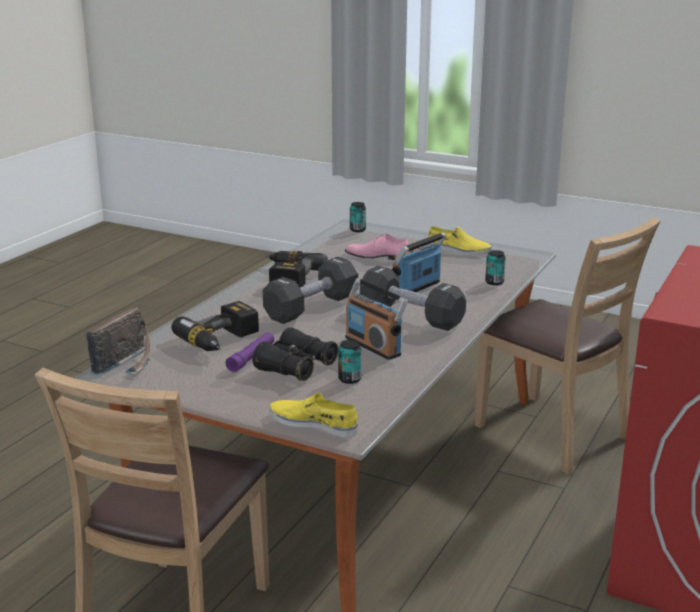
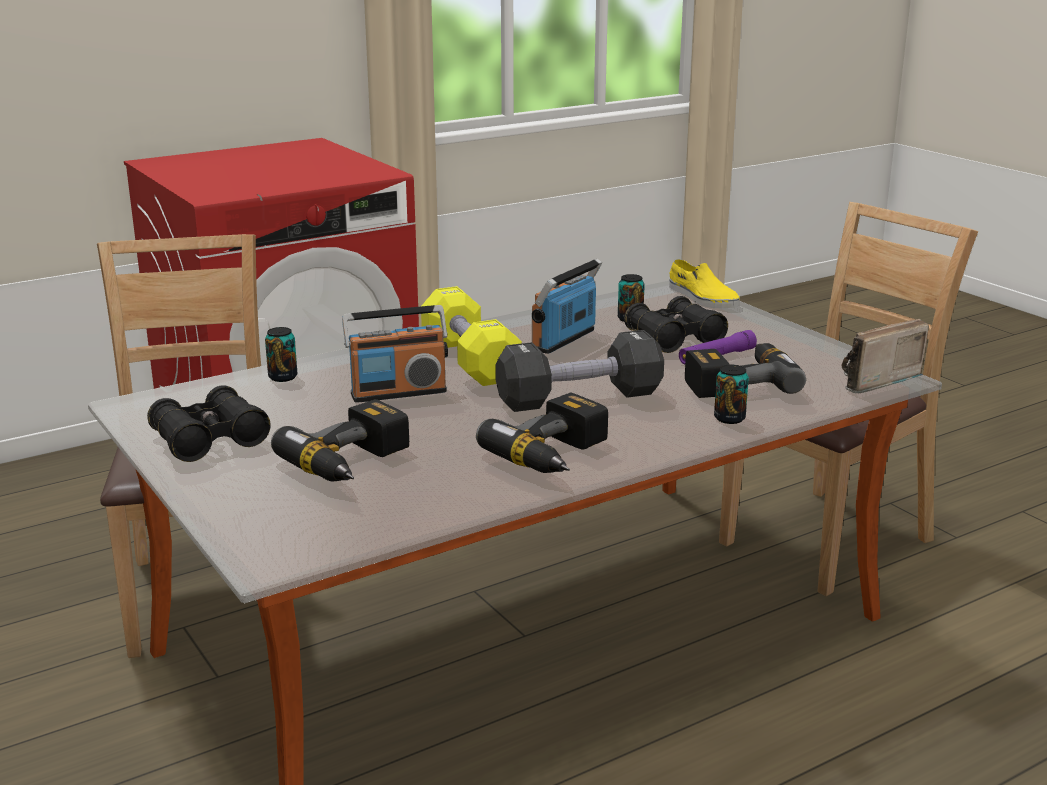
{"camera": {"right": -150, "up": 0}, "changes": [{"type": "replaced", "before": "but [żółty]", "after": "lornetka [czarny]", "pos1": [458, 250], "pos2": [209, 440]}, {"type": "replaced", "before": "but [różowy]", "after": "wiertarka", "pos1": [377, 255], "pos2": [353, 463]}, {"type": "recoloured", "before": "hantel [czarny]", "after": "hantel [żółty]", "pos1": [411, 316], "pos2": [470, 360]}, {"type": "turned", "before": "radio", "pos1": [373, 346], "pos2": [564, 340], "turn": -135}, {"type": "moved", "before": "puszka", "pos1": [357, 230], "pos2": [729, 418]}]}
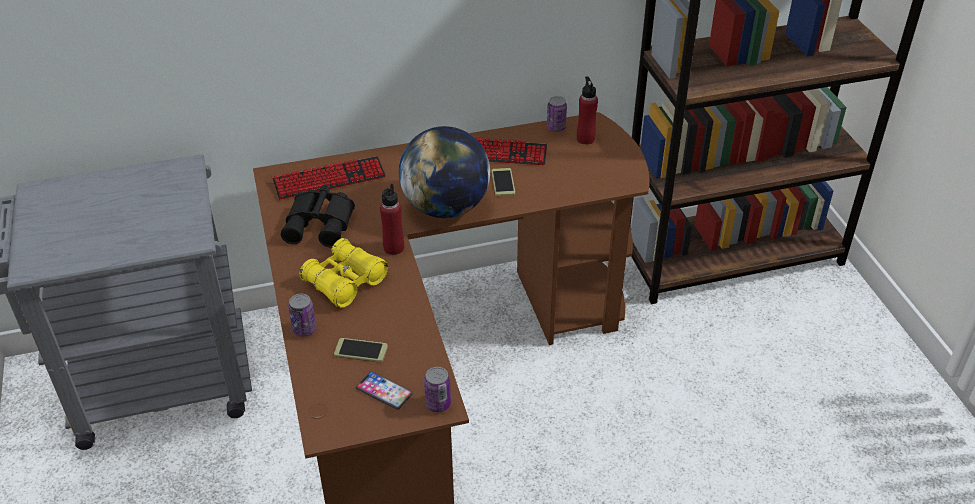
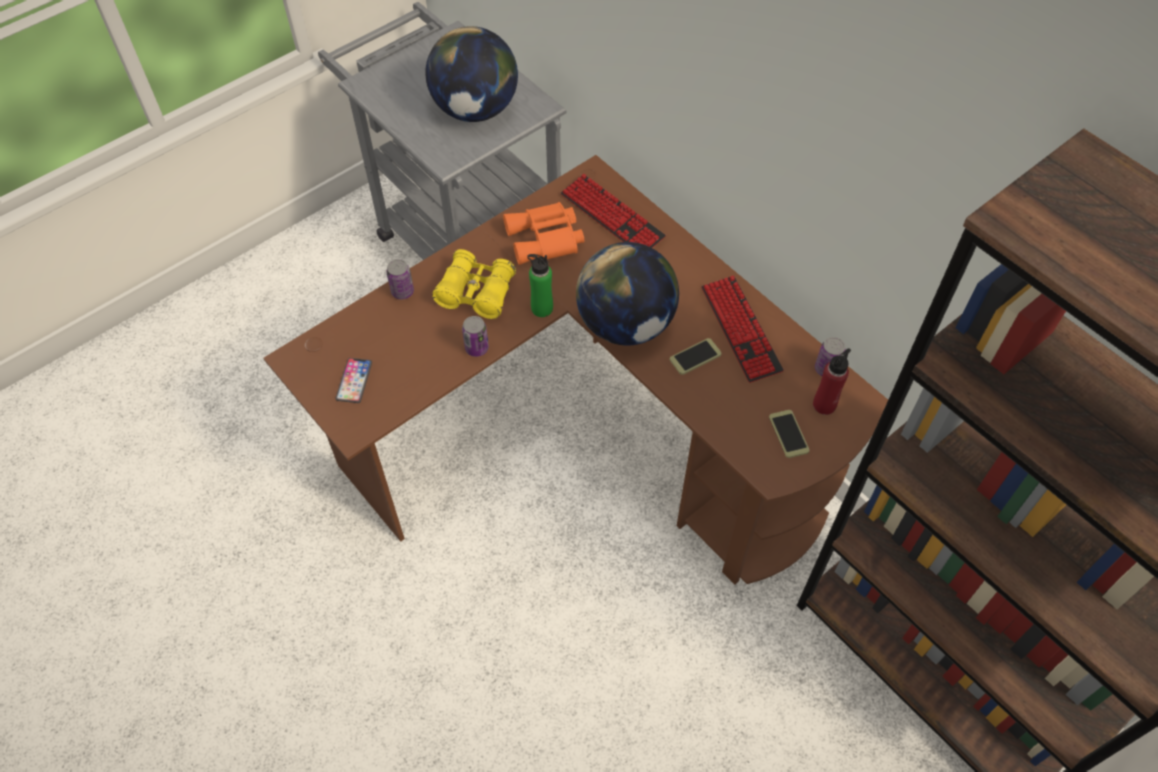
{"camera": {"right": 65, "up": 15}, "changes": [{"type": "added", "after": "globus", "pos2": [475, 110]}, {"type": "moved", "before": "puszka", "pos1": [438, 404], "pos2": [477, 348]}, {"type": "recoloured", "before": "lornetka [czarny]", "after": "lornetka [pomarańczowy]", "pos1": [321, 223], "pos2": [546, 240]}, {"type": "recoloured", "before": "butelka [czerwony]", "after": "butelka [zielony]", "pos1": [393, 248], "pos2": [542, 308]}, {"type": "moved", "before": "telefon", "pos1": [361, 350], "pos2": [788, 434]}]}
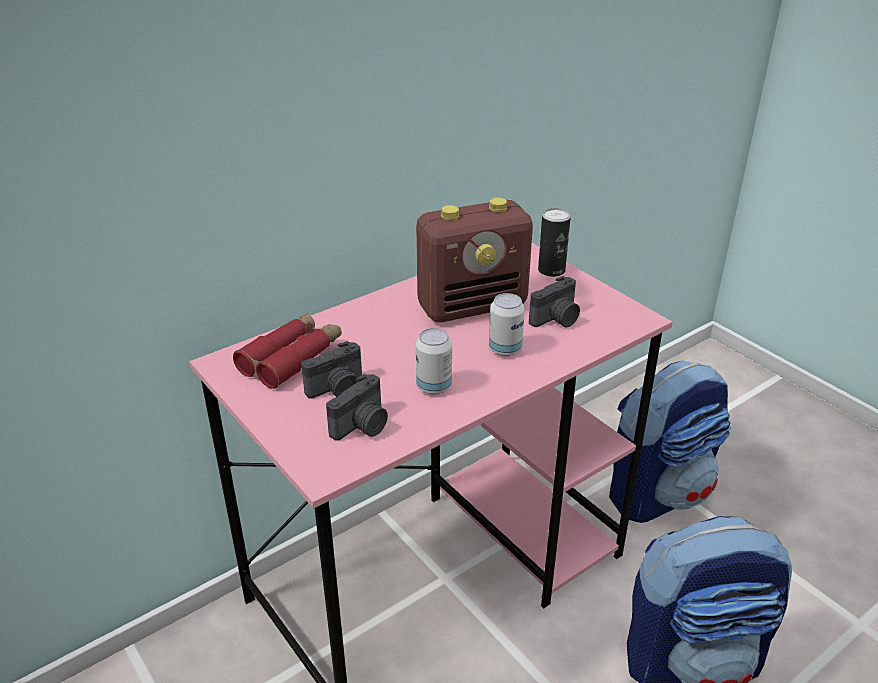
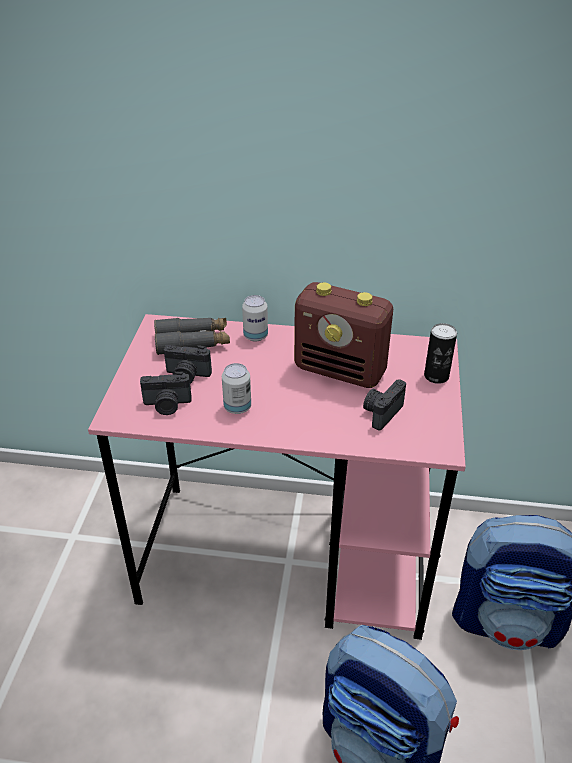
{"camera": {"right": 45, "up": 5}, "changes": [{"type": "recoloured", "before": "lornetka [czerwony]", "after": "lornetka [szary]", "pos1": [291, 358], "pos2": [192, 342]}, {"type": "moved", "before": "puszka", "pos1": [505, 349], "pos2": [255, 336]}, {"type": "turned", "before": "aparat fotograficzny", "pos1": [557, 319], "pos2": [381, 412], "turn": 120}]}
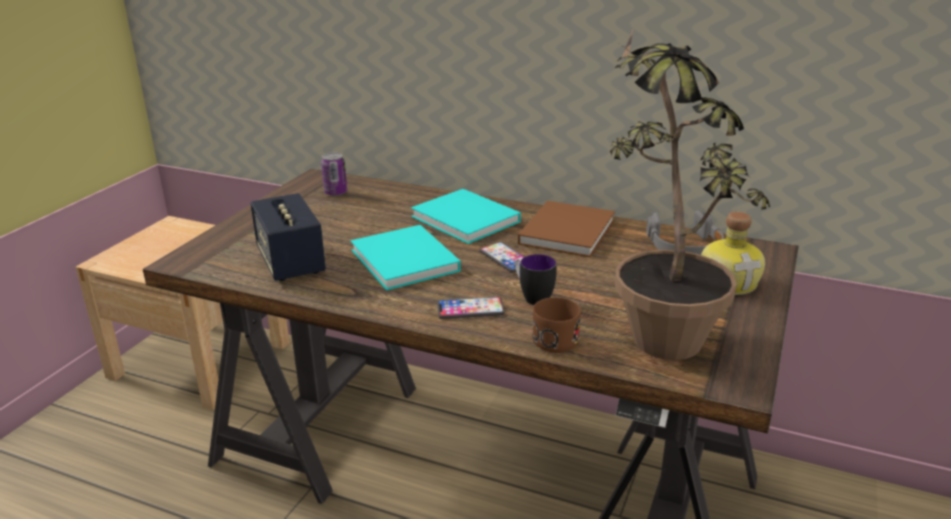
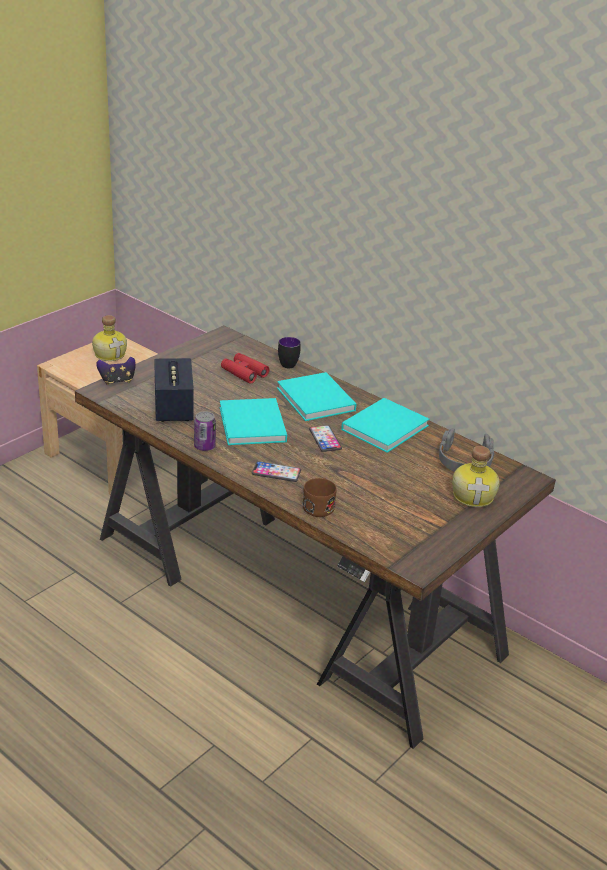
{"camera": {"right": 15, "up": 5}, "changes": [{"type": "added", "after": "butelka", "pos2": [110, 354]}, {"type": "added", "after": "pad do gier", "pos2": [117, 381]}, {"type": "moved", "before": "puszka", "pos1": [335, 192], "pos2": [204, 446]}, {"type": "added", "after": "lornetka [czerwony]", "pos2": [244, 373]}, {"type": "moved", "before": "kubek", "pos1": [532, 297], "pos2": [286, 363]}, {"type": "recoloured", "before": "książka [brązowy]", "after": "książka [turkusowy]", "pos1": [568, 231], "pos2": [386, 426]}, {"type": "removed", "before": "roślina doniczkowa", "pos1": [656, 327]}]}
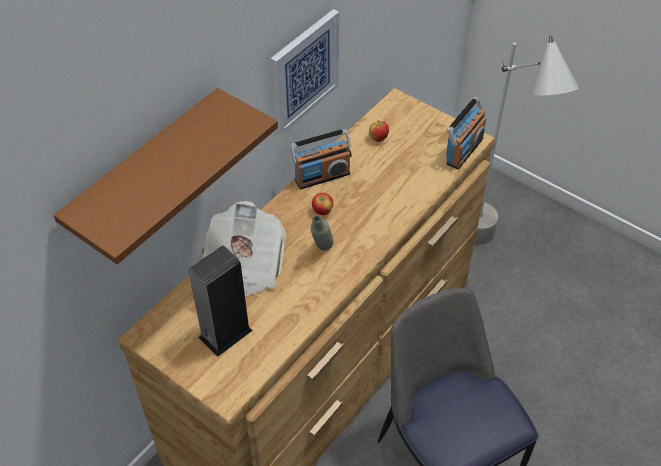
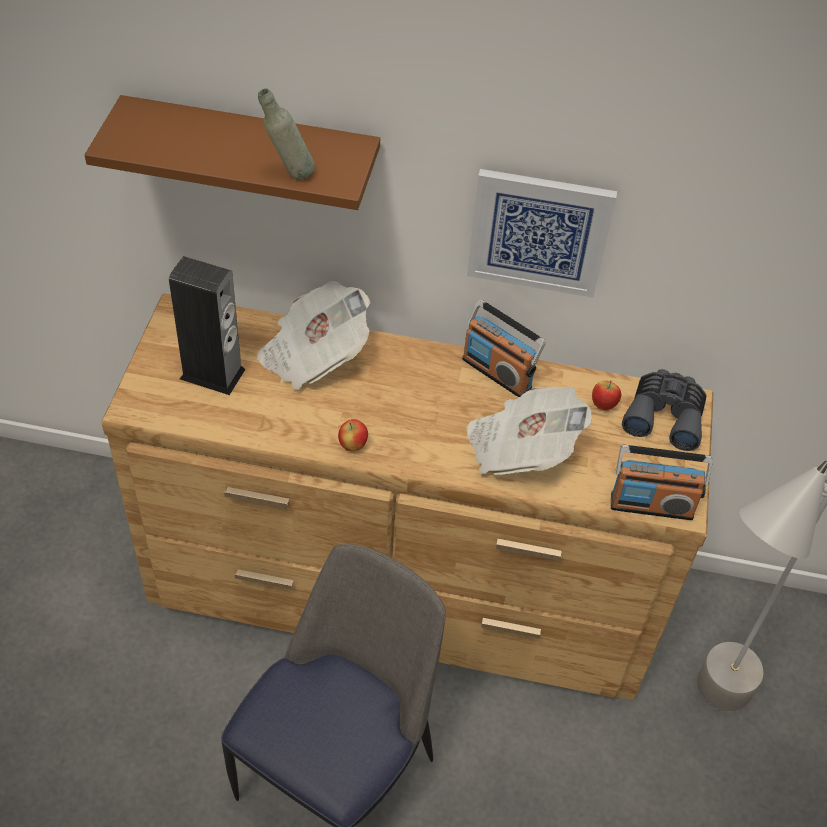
{"camera": {"right": 60, "up": 0}, "changes": [{"type": "moved", "before": "butelka [szary]", "pos1": [322, 251], "pos2": [288, 175]}, {"type": "moved", "before": "jabłko", "pos1": [322, 211], "pos2": [352, 446]}, {"type": "added", "after": "gazeta", "pos2": [521, 449]}, {"type": "added", "after": "lornetka [szary]", "pos2": [665, 415]}]}
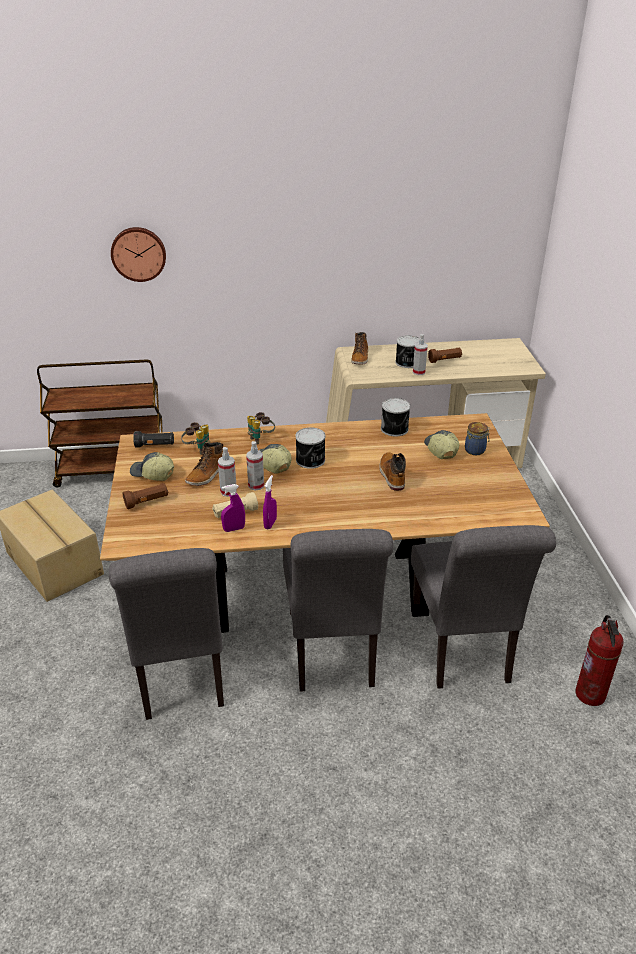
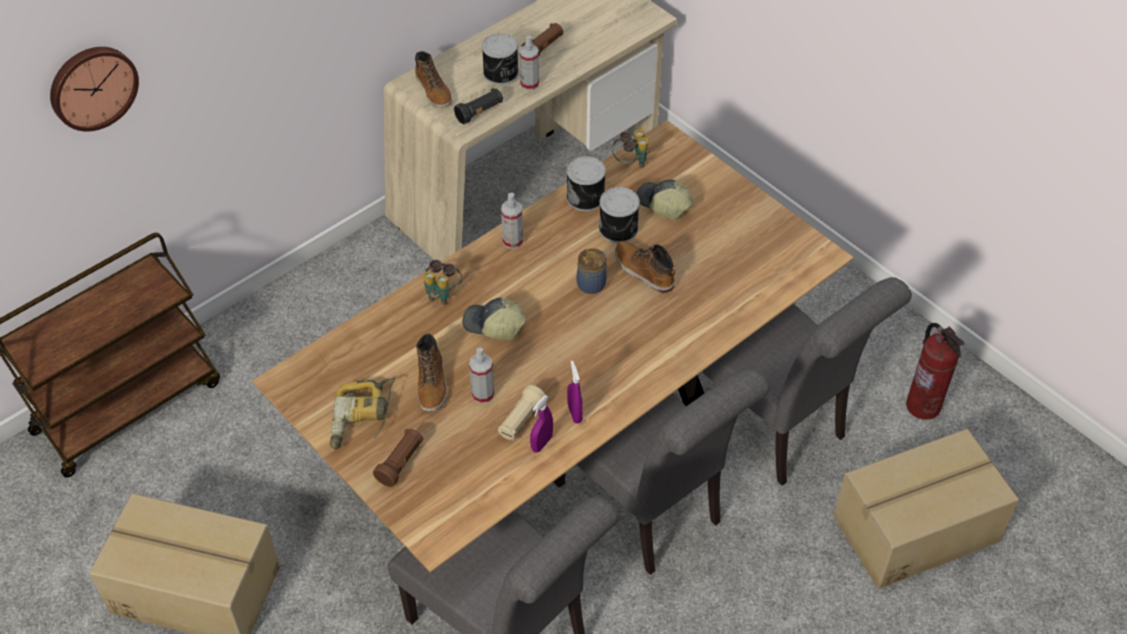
{"camera": {"right": -35, "up": 15}, "changes": [{"type": "replaced", "before": "czapka z daszkiem", "after": "wiertarka", "pos1": [152, 474], "pos2": [362, 419]}, {"type": "moved", "before": "latarka [czarny]", "pos1": [155, 445], "pos2": [480, 112]}, {"type": "moved", "before": "spryskiwacz", "pos1": [256, 485], "pos2": [512, 241]}, {"type": "moved", "before": "słoik", "pos1": [476, 450], "pos2": [592, 283]}, {"type": "moved", "before": "puszka", "pos1": [311, 460], "pos2": [619, 229]}, {"type": "moved", "before": "lornetka", "pos1": [197, 449], "pos2": [630, 163]}, {"type": "added", "after": "karton", "pos2": [914, 527]}]}
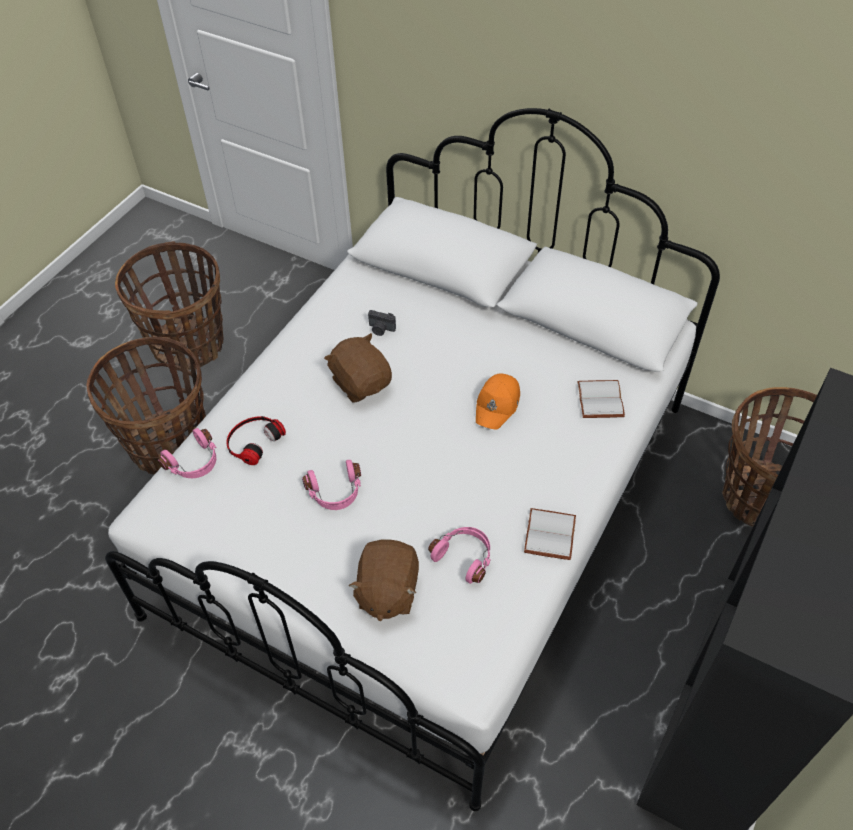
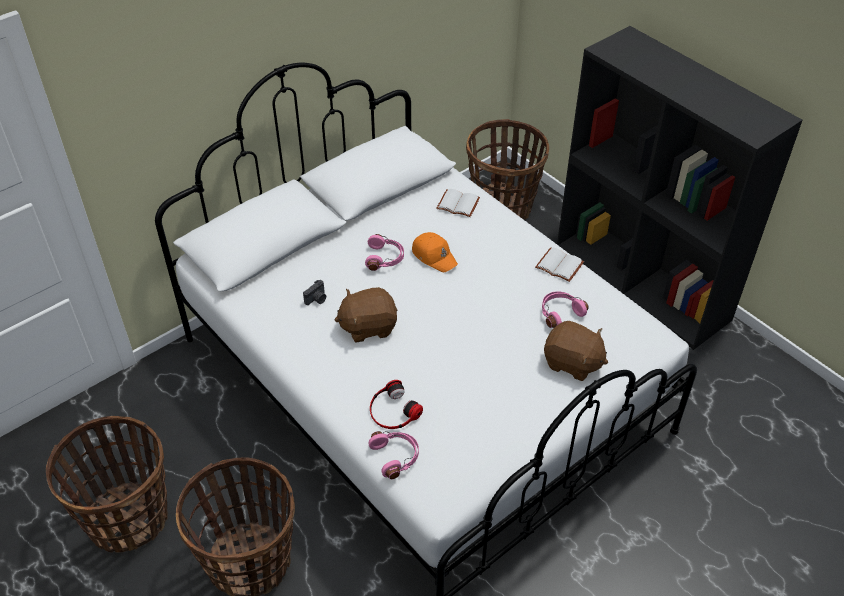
{"camera": {"right": -70, "up": -5}, "changes": [{"type": "moved", "before": "słuchawki [różowy]", "pos1": [336, 492], "pos2": [385, 258]}]}
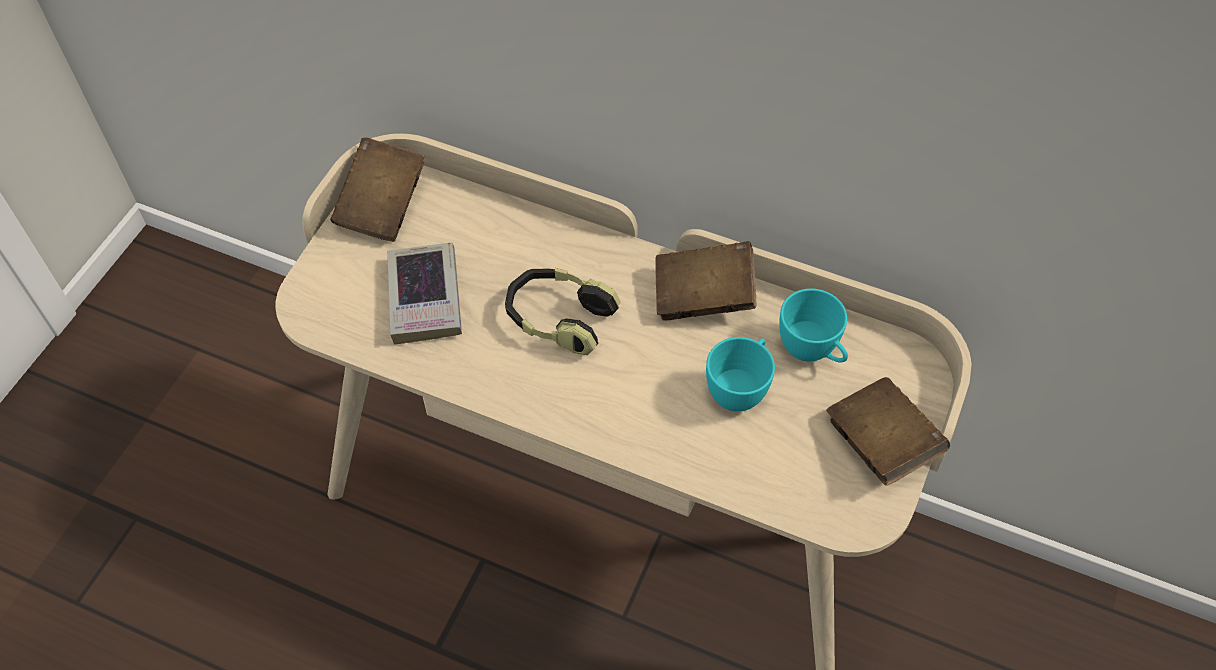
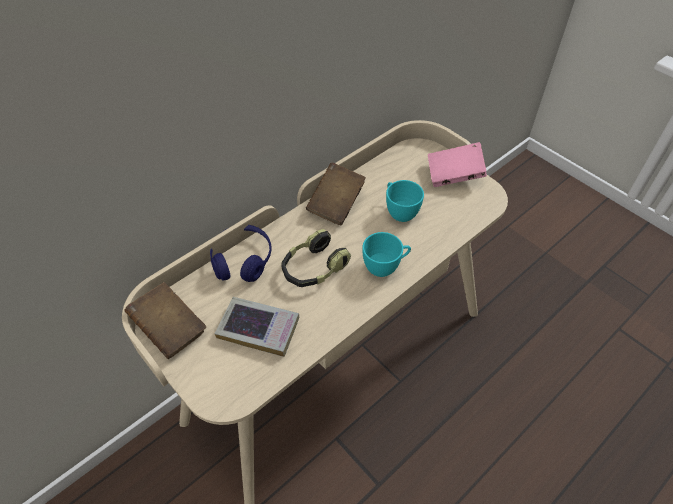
{"camera": {"right": -65, "up": -5}, "changes": [{"type": "added", "after": "słuchawki [niebieski]", "pos2": [242, 259]}, {"type": "moved", "before": "filiżanka [turkusowy]", "pos1": [812, 351], "pos2": [385, 267]}, {"type": "recoloured", "before": "książka [brązowy]", "after": "książka [różowy]", "pos1": [880, 444], "pos2": [454, 175]}]}
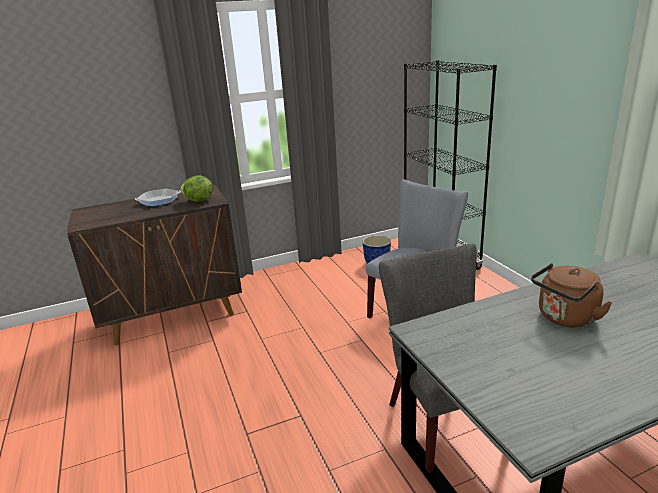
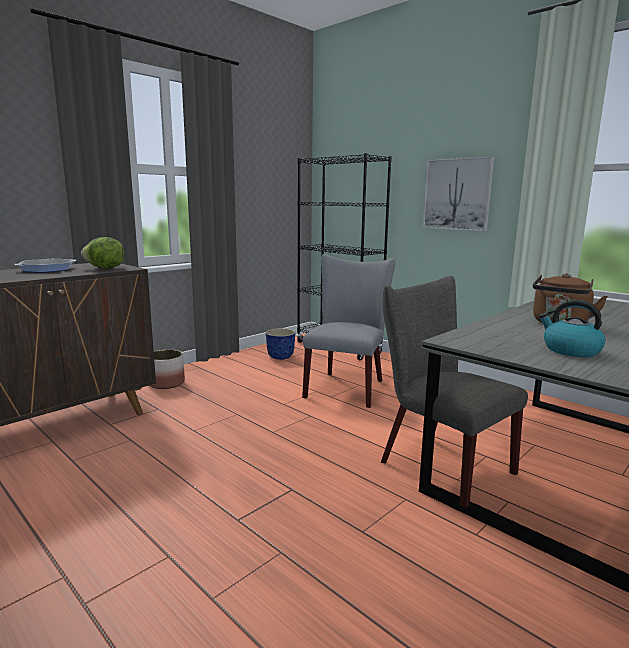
{"camera": {"right": -25, "up": -10}, "changes": [{"type": "added", "after": "donica", "pos2": [167, 383]}, {"type": "added", "after": "obraz", "pos2": [457, 194]}, {"type": "added", "after": "czajnik", "pos2": [570, 350]}]}
